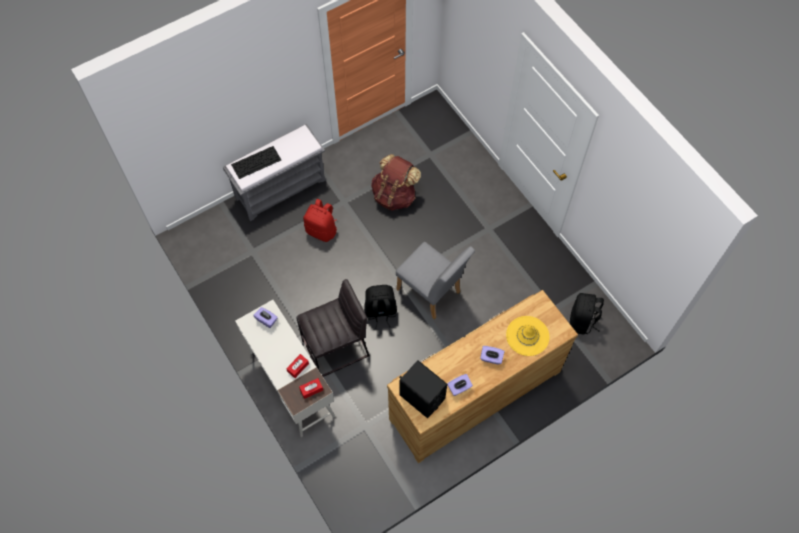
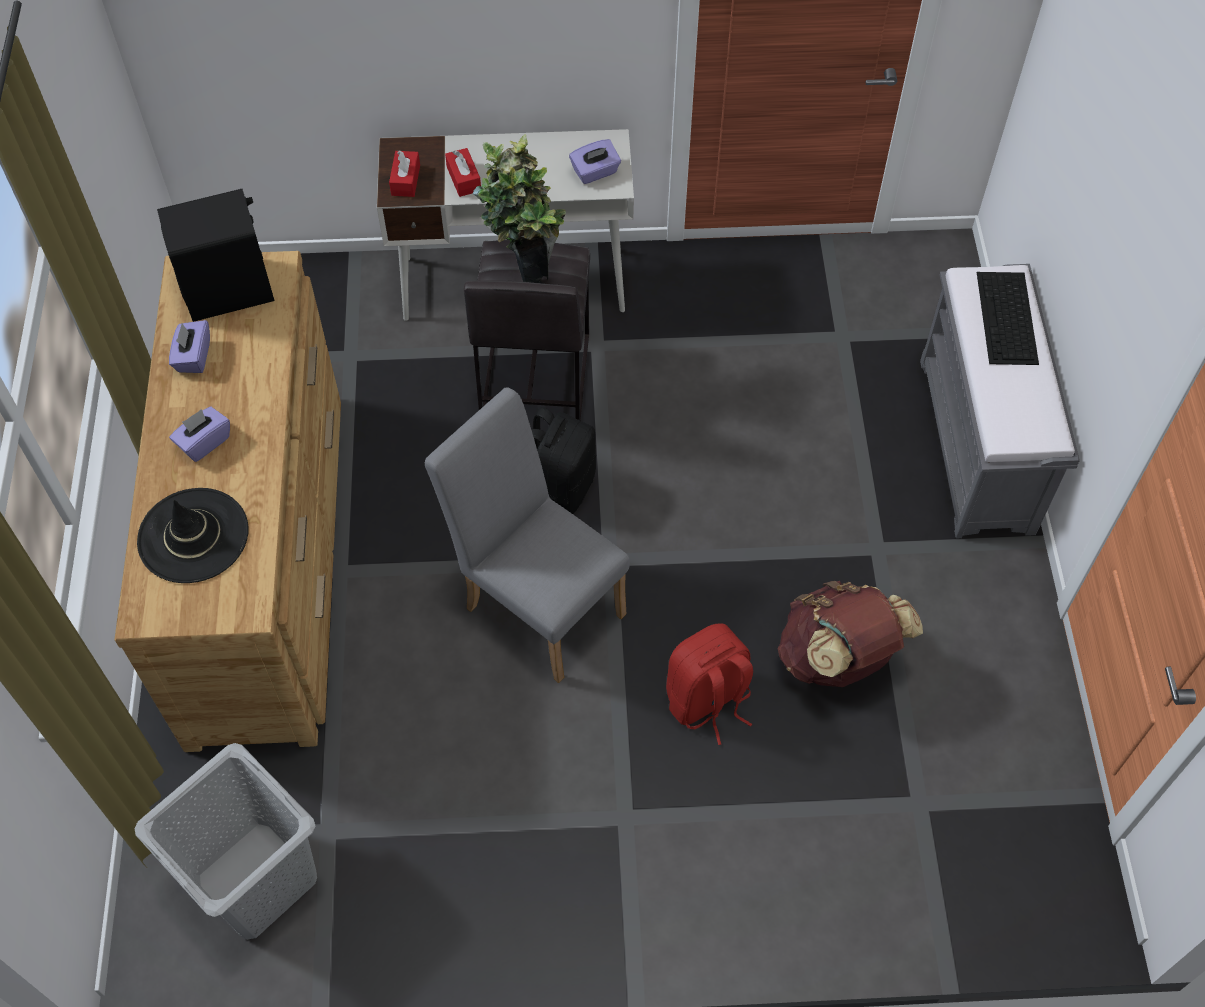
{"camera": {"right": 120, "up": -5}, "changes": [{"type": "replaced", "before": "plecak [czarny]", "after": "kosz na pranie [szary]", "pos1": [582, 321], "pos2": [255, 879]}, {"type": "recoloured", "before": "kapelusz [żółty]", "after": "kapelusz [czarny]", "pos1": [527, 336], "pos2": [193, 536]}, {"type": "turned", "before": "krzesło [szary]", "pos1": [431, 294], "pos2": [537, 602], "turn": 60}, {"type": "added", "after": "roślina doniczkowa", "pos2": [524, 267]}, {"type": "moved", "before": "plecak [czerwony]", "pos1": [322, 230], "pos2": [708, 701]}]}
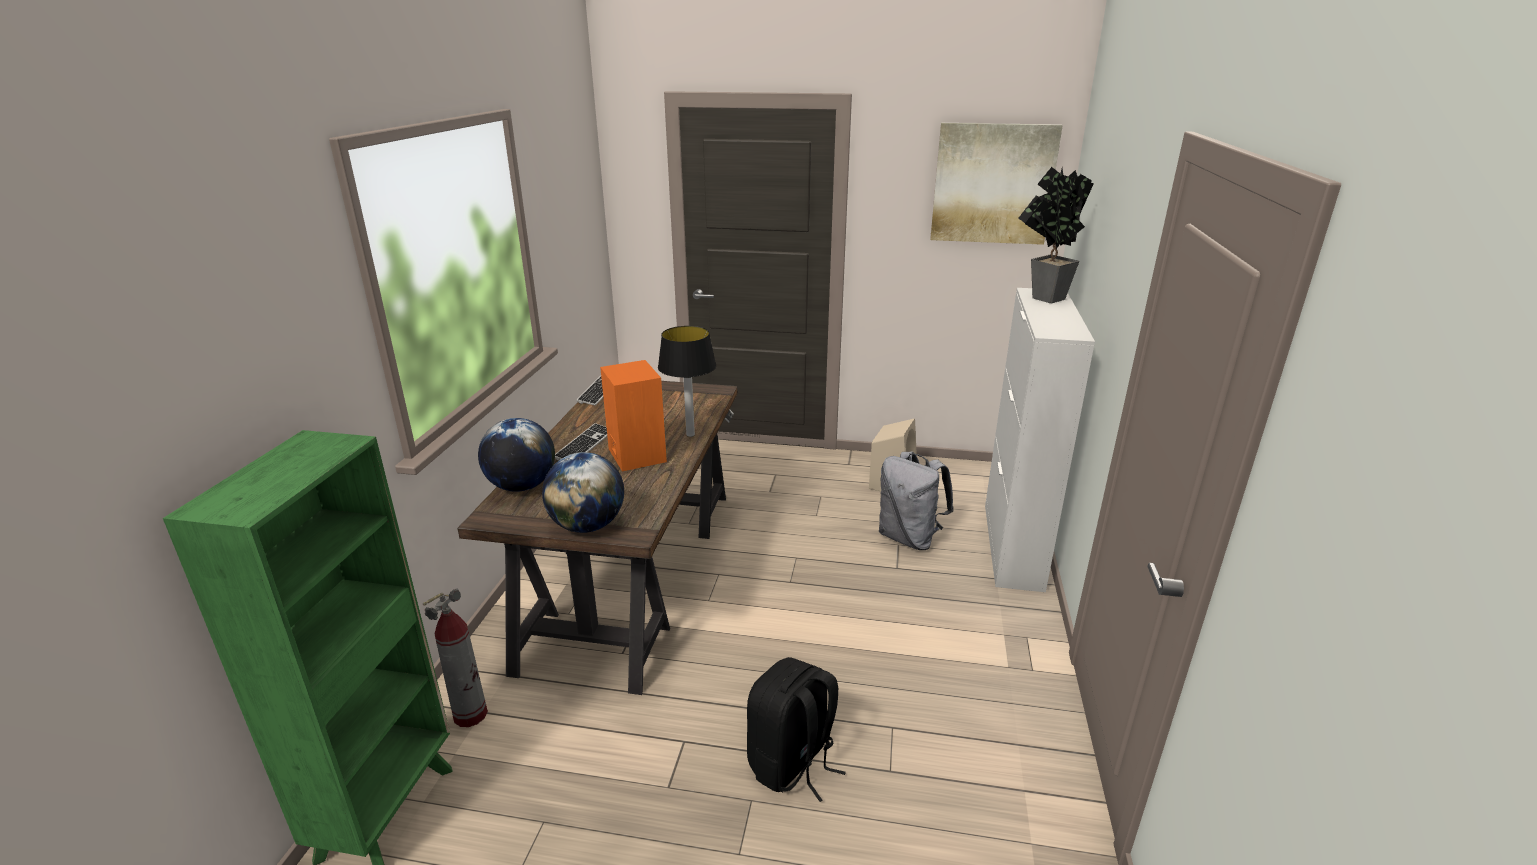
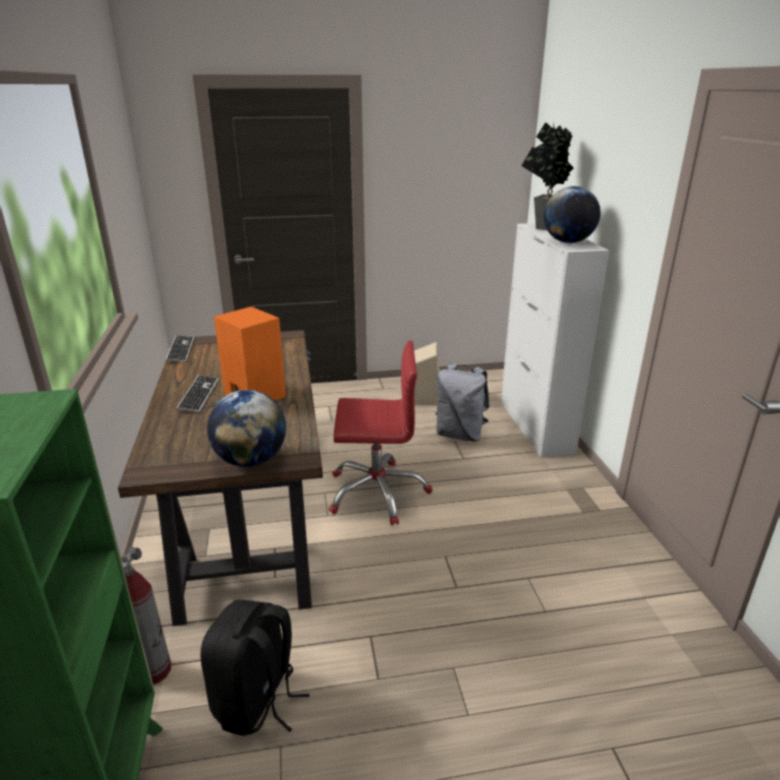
{"camera": {"right": -20, "up": 0}, "changes": [{"type": "moved", "before": "plecak [czarny]", "pos1": [792, 764], "pos2": [257, 701]}, {"type": "added", "after": "krzesło biurowe [czerwony]", "pos2": [377, 492]}, {"type": "moved", "before": "globus", "pos1": [522, 486], "pos2": [568, 242]}, {"type": "removed", "before": "lampa stołowa", "pos1": [689, 435]}, {"type": "removed", "before": "obraz", "pos1": [993, 184]}]}
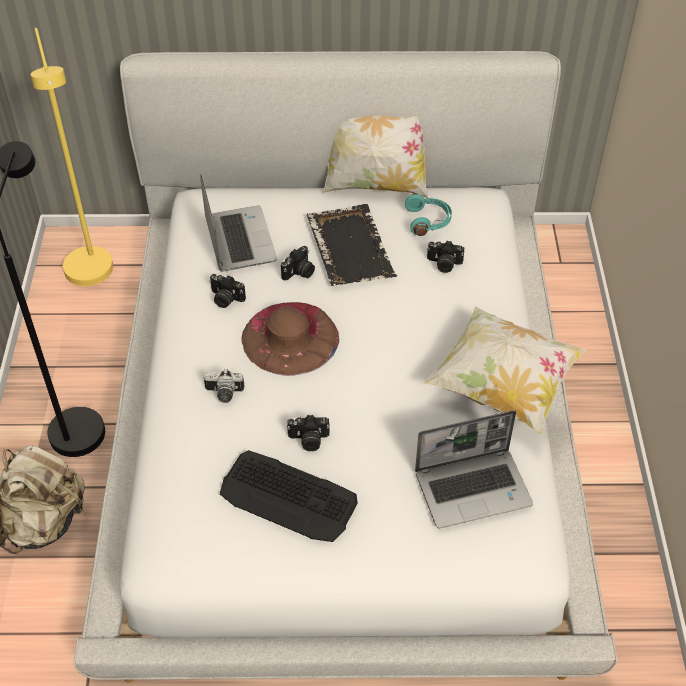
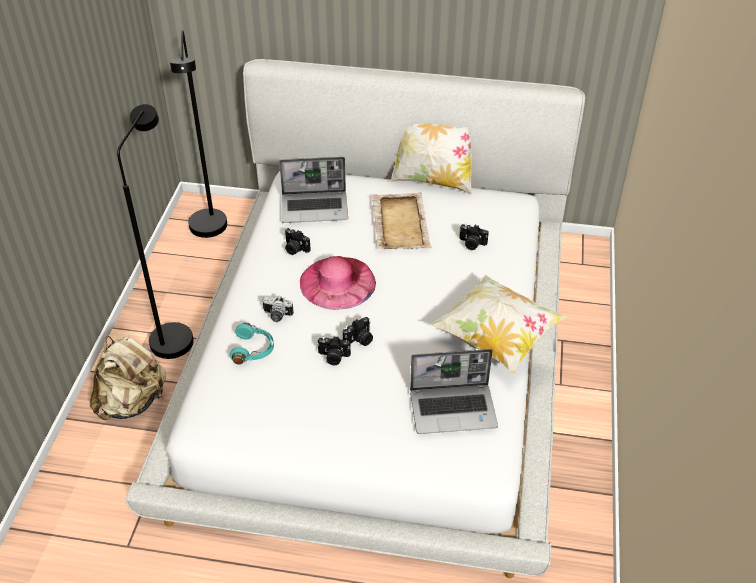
{"camera": {"right": 10, "up": -5}, "changes": [{"type": "recoloured", "before": "lampa stojąca [żółty]", "after": "lampa stojąca [czarny]", "pos1": [93, 278], "pos2": [210, 232]}, {"type": "moved", "before": "słuchawki [turkusowy]", "pos1": [428, 221], "pos2": [253, 350]}, {"type": "turned", "before": "laptop", "pos1": [238, 239], "pos2": [315, 208], "turn": 90}, {"type": "recoloured", "before": "kapelusz [brązowy]", "after": "kapelusz [różowy]", "pos1": [290, 337], "pos2": [337, 282]}, {"type": "moved", "before": "aparat fotograficzny", "pos1": [299, 273], "pos2": [359, 340]}, {"type": "recoloured", "before": "taca [czarny]", "after": "taca [beżowy]", "pos1": [350, 247], "pos2": [400, 223]}, {"type": "removed", "before": "klawiatura", "pos1": [288, 497]}]}
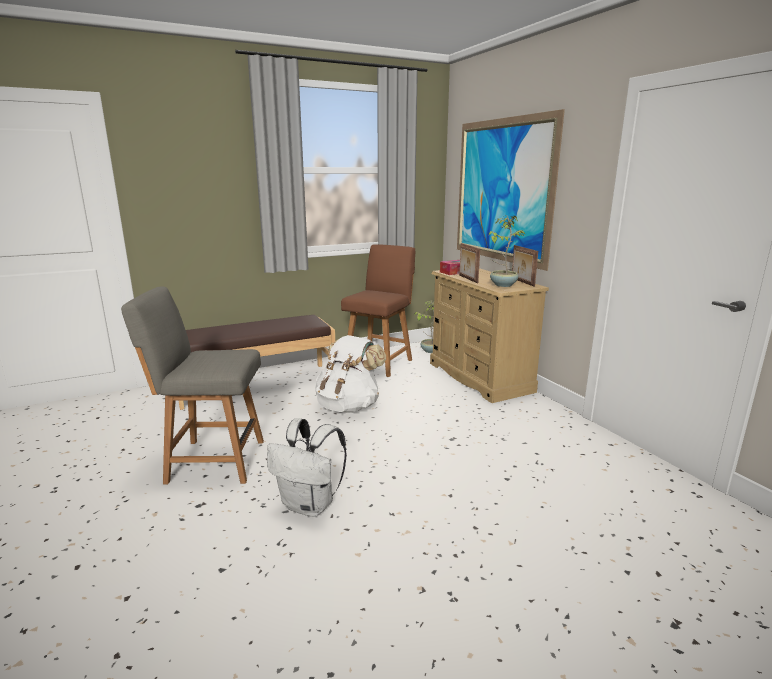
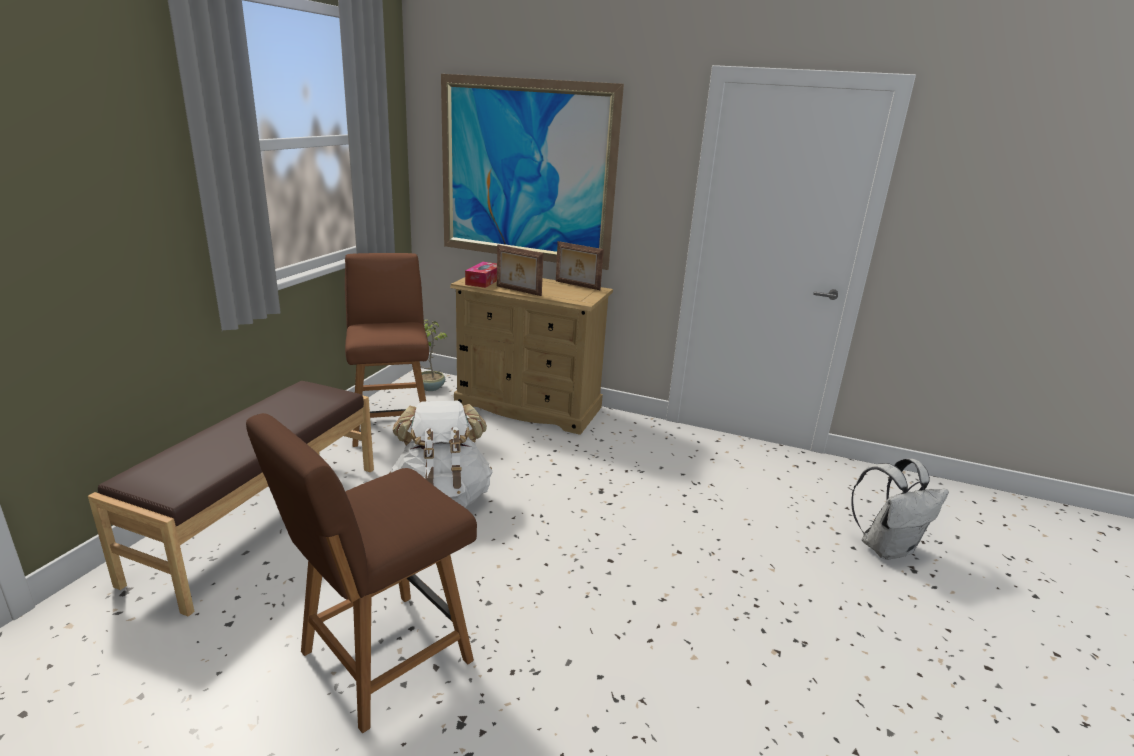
{"camera": {"right": -45, "up": 5}, "changes": [{"type": "recoloured", "before": "krzesło [szary]", "after": "krzesło [brązowy]", "pos1": [212, 461], "pos2": [381, 659]}, {"type": "moved", "before": "plecak [biały]", "pos1": [310, 505], "pos2": [886, 547]}, {"type": "removed", "before": "roślina doniczkowa", "pos1": [502, 285]}]}
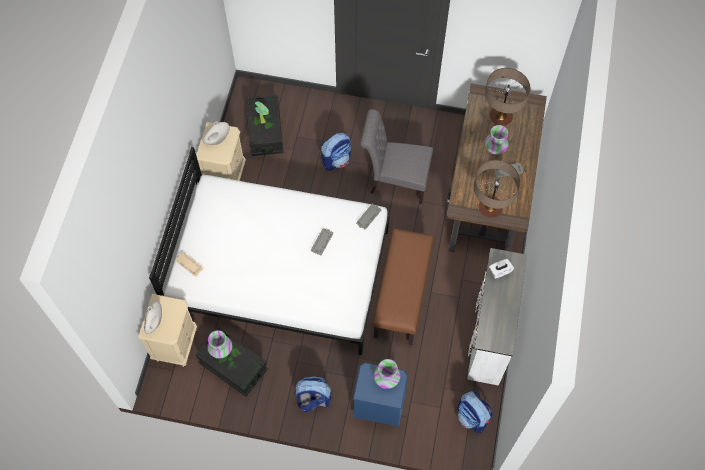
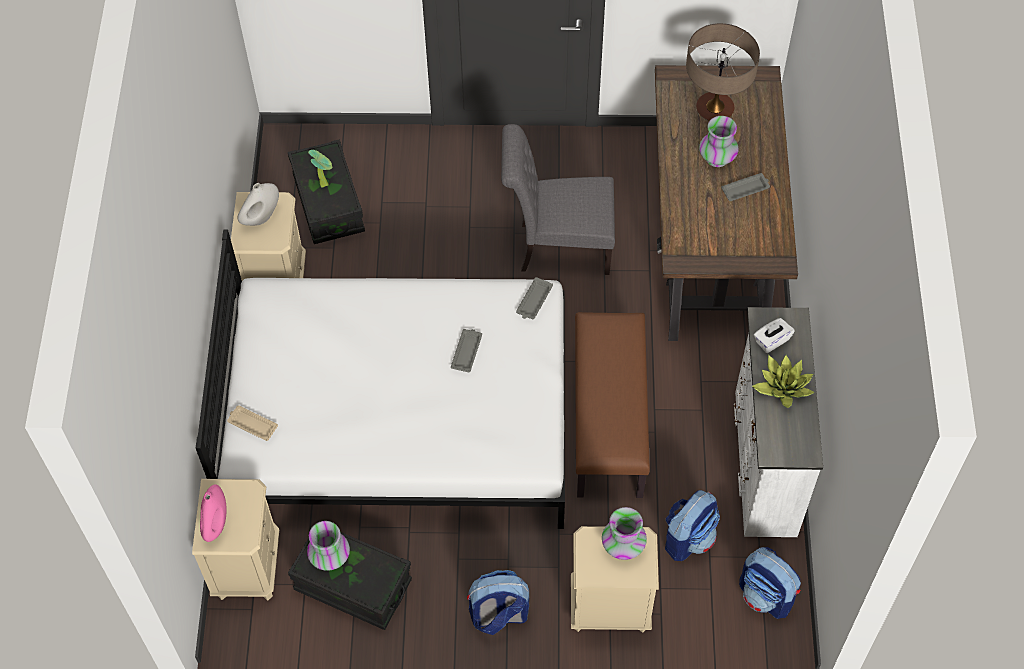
{"camera": {"right": -10, "up": -5}, "changes": [{"type": "recoloured", "before": "wazon [biały]", "after": "wazon [różowy]", "pos1": [155, 322], "pos2": [216, 524]}, {"type": "recoloured", "before": "szafka nocna [niebieski]", "after": "szafka nocna [beżowy]", "pos1": [378, 407], "pos2": [609, 607]}, {"type": "moved", "before": "plecak", "pos1": [336, 160], "pos2": [688, 537]}, {"type": "added", "after": "roślina doniczkowa", "pos2": [782, 387]}, {"type": "removed", "before": "lampa stołowa", "pos1": [490, 208]}]}
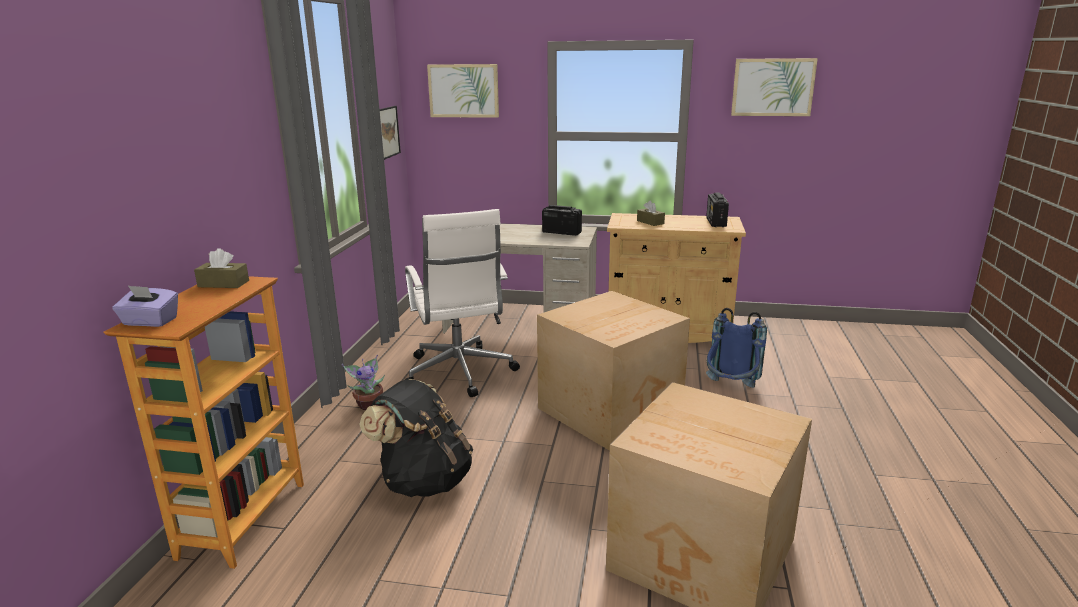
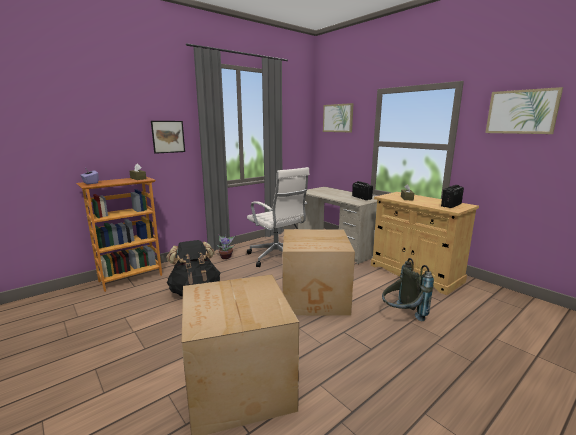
{"camera": {"right": 40, "up": -5}, "changes": [{"type": "moved", "before": "obraz", "pos1": [387, 132], "pos2": [168, 136]}, {"type": "turned", "before": "krzesło biurowe [biały]", "pos1": [459, 373], "pos2": [277, 257], "turn": -60}, {"type": "recoloured", "before": "plecak [niebieski]", "after": "plecak [szary]", "pos1": [730, 390], "pos2": [402, 316]}]}
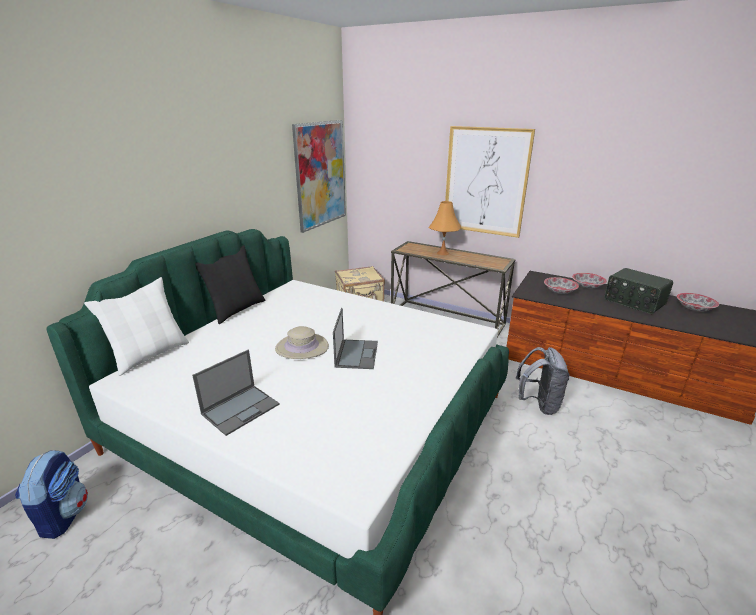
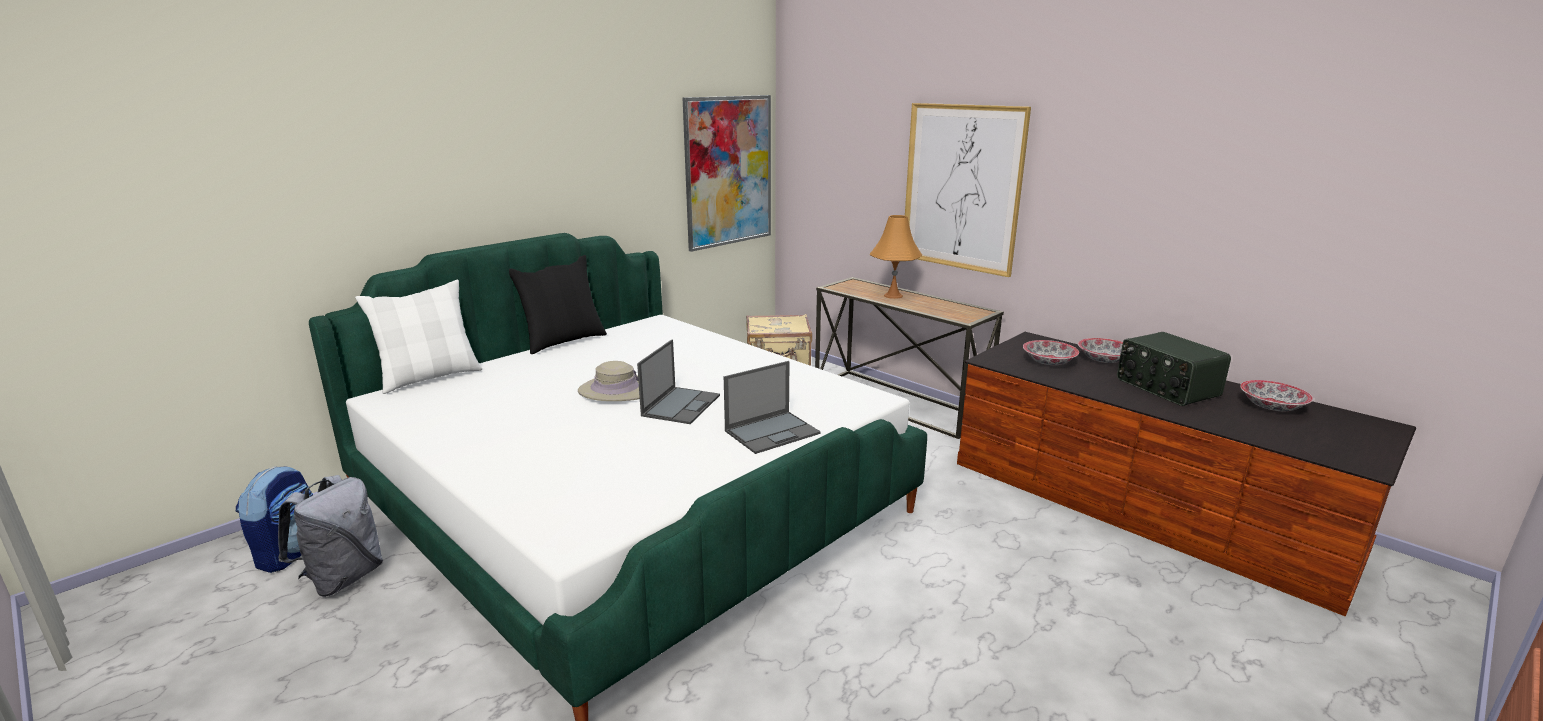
{"camera": {"right": 15, "up": -5}, "changes": [{"type": "moved", "before": "plecak [szary]", "pos1": [539, 404], "pos2": [343, 578]}, {"type": "moved", "before": "laptop", "pos1": [241, 409], "pos2": [773, 432]}]}
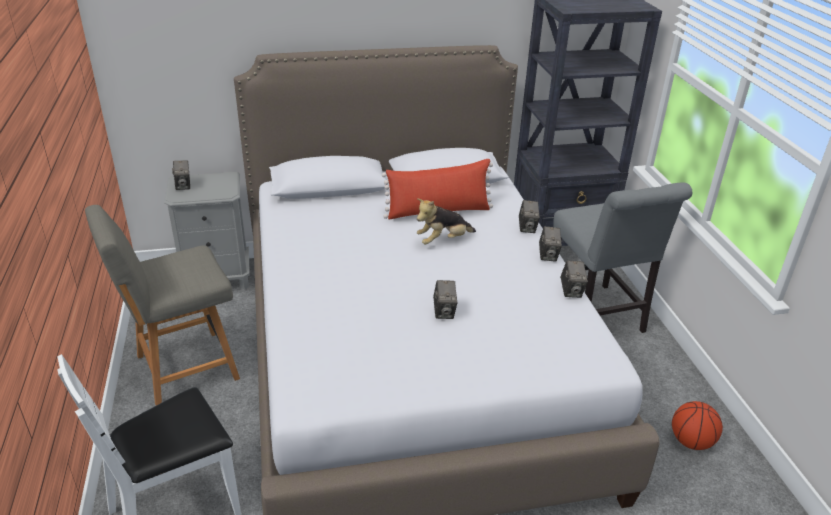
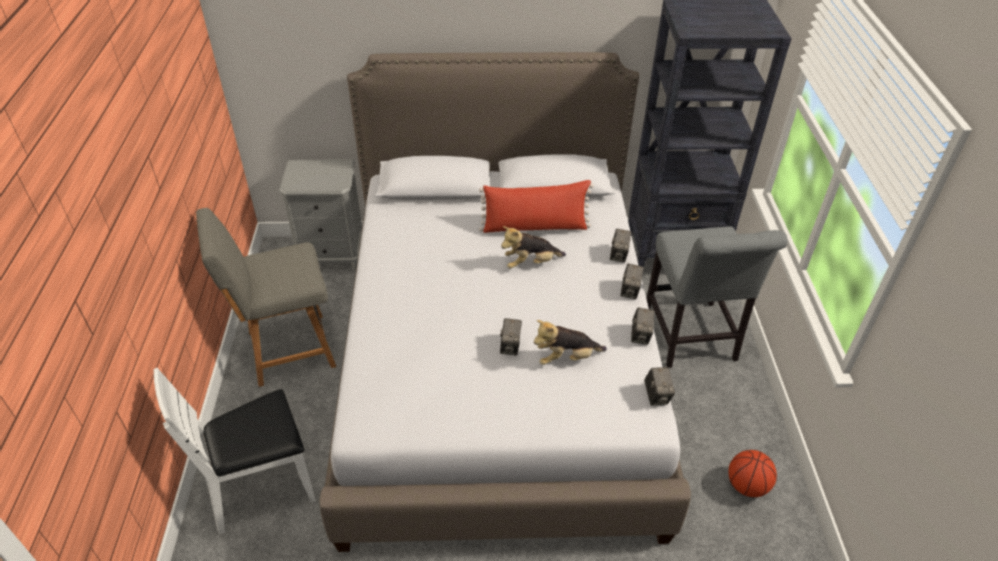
{"camera": {"right": 10, "up": 10}, "changes": [{"type": "added", "after": "pluszak", "pos2": [566, 358]}, {"type": "moved", "before": "aparat fotograficzny", "pos1": [183, 186], "pos2": [657, 396]}]}
